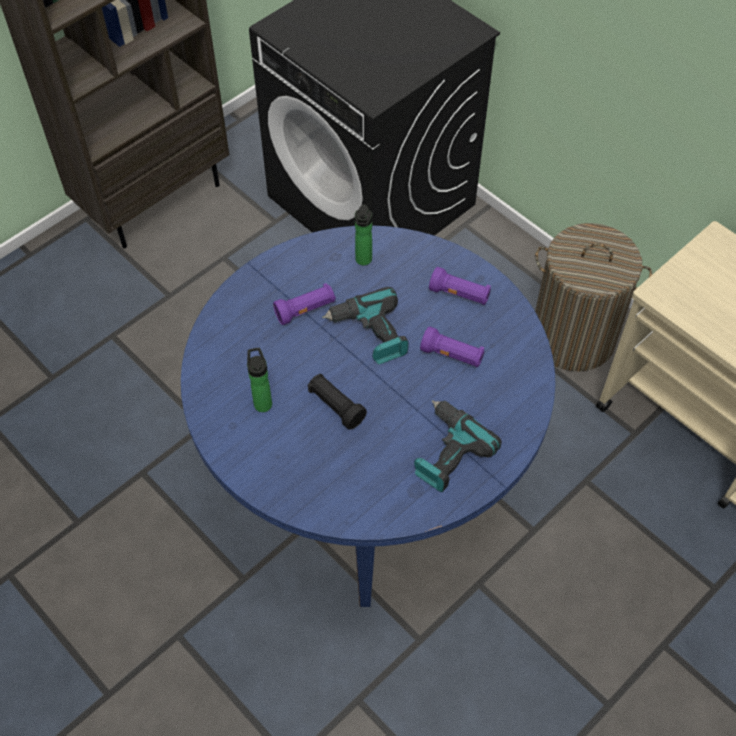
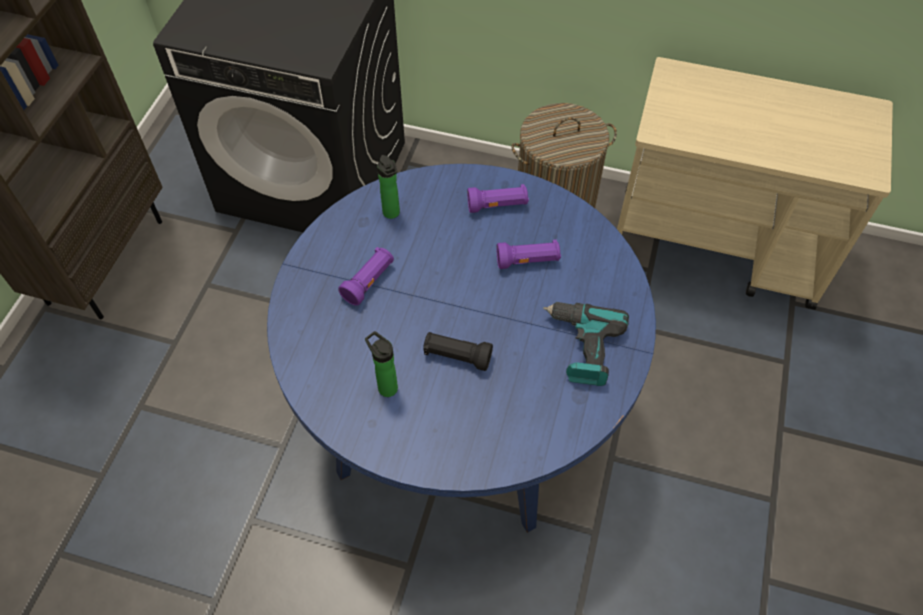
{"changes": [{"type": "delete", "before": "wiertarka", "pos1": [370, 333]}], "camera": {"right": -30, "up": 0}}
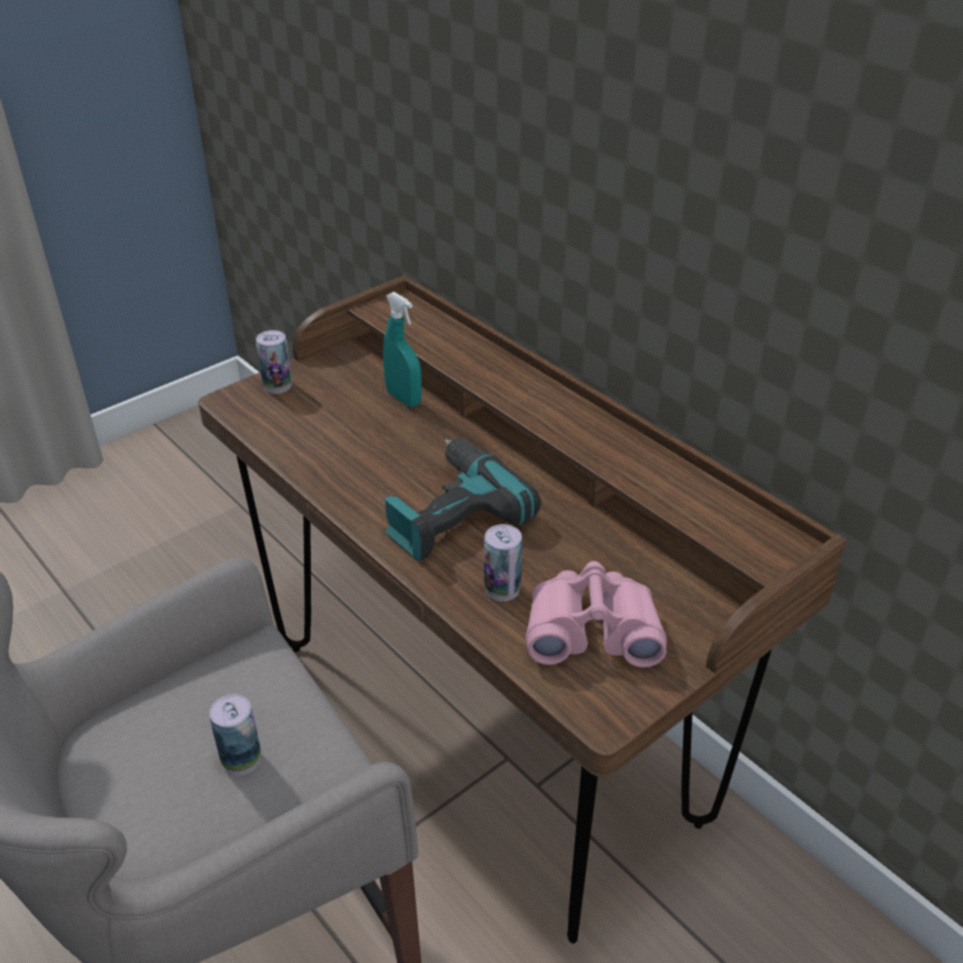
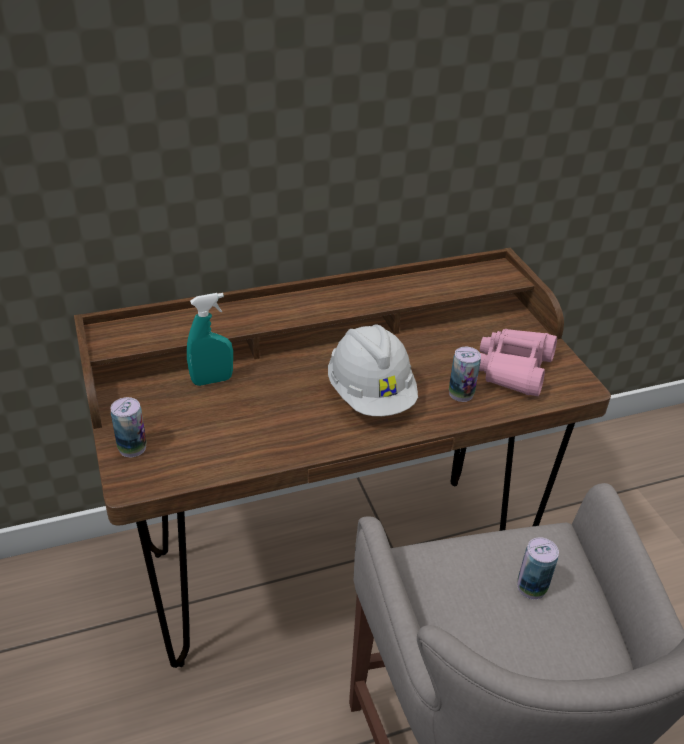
{"changes": [{"type": "replace", "before": "wiertarka", "after": "kask/biały", "pos1": [450, 513], "pos2": [371, 395]}], "camera": {"right": -70, "up": 0}}
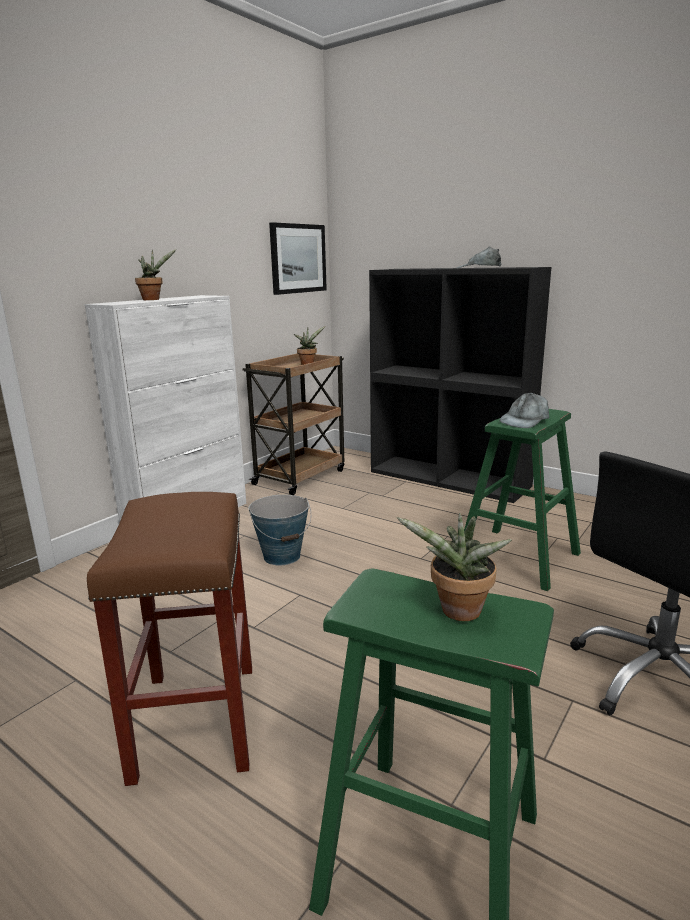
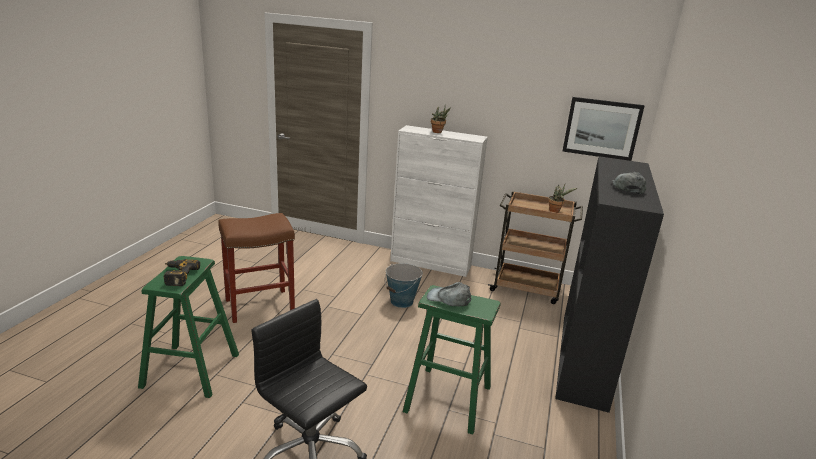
{"changes": [{"type": "replace", "before": "roślina doniczkowa", "after": "wiertarka", "pos1": [457, 613], "pos2": [177, 276]}], "camera": {"right": 70, "up": 5}}
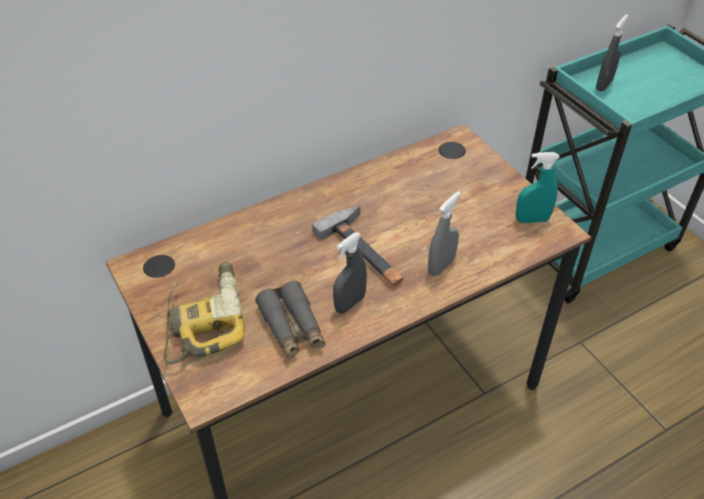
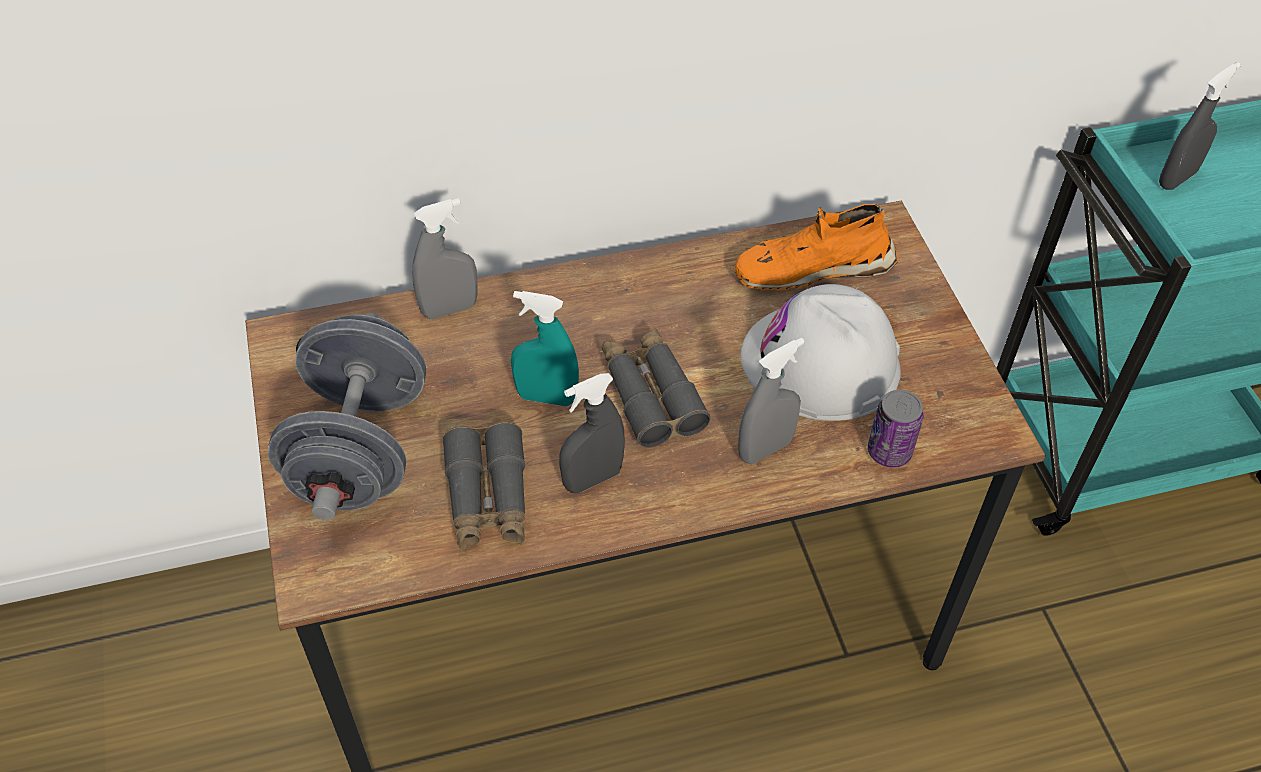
{"changes": [{"type": "replace", "before": "wiertarka", "after": "hantel/szary", "pos1": [204, 318], "pos2": [359, 450]}, {"type": "insert", "after": "spryskiwacz/szary", "pos2": [449, 309]}, {"type": "move", "before": "spryskiwacz/turkusowy", "pos1": [532, 220], "pos2": [546, 397]}, {"type": "replace", "before": "młotek", "after": "lornetka/szary", "pos1": [366, 251], "pos2": [651, 395]}, {"type": "insert", "after": "but/pomarańczowy", "pos2": [812, 268]}, {"type": "insert", "after": "kask/biały", "pos2": [820, 363]}, {"type": "insert", "after": "puszka", "pos2": [889, 451]}], "camera": {"right": 15, "up": 5}}
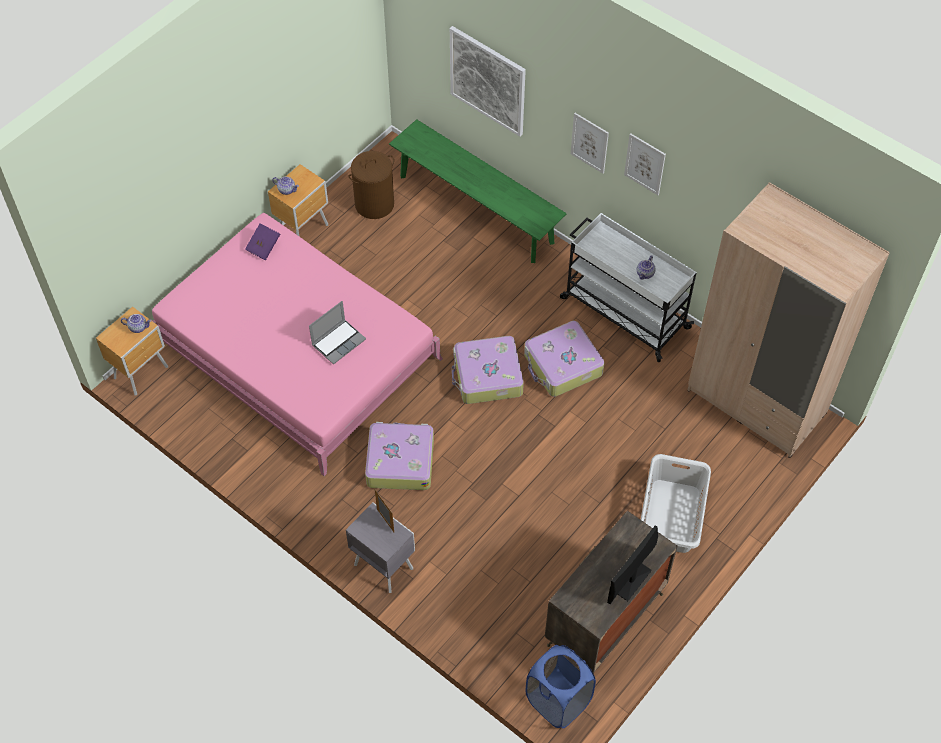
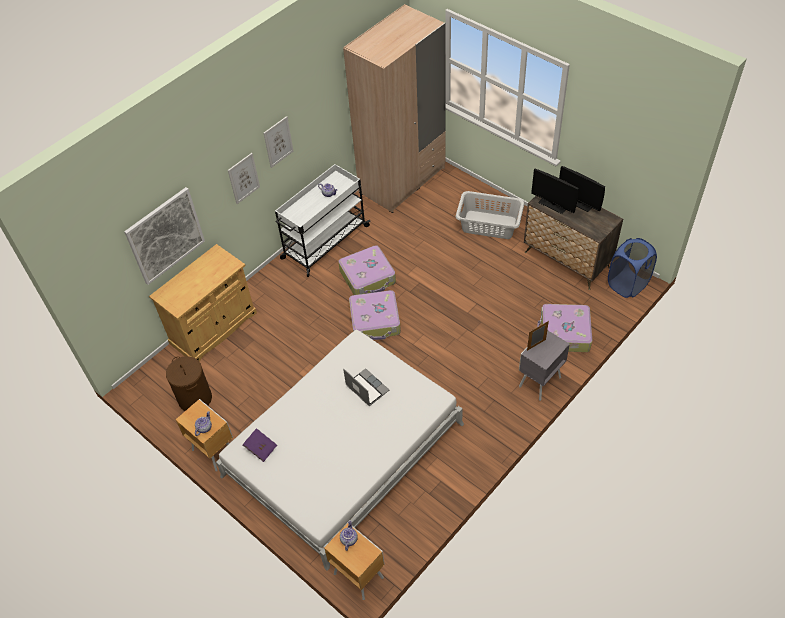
{"changes": [{"type": "replace", "before": "ławka/zielony", "after": "szafka/beżowy", "pos1": [476, 209], "pos2": [214, 328]}, {"type": "recolor", "before": "łóżko/różowy", "after": "łóżko/biały", "pos1": [296, 351], "pos2": [343, 450]}, {"type": "insert", "after": "monitor", "pos2": [553, 204]}, {"type": "move", "before": "walizka", "pos1": [399, 461], "pos2": [564, 333]}], "camera": {"right": -85, "up": -5}}
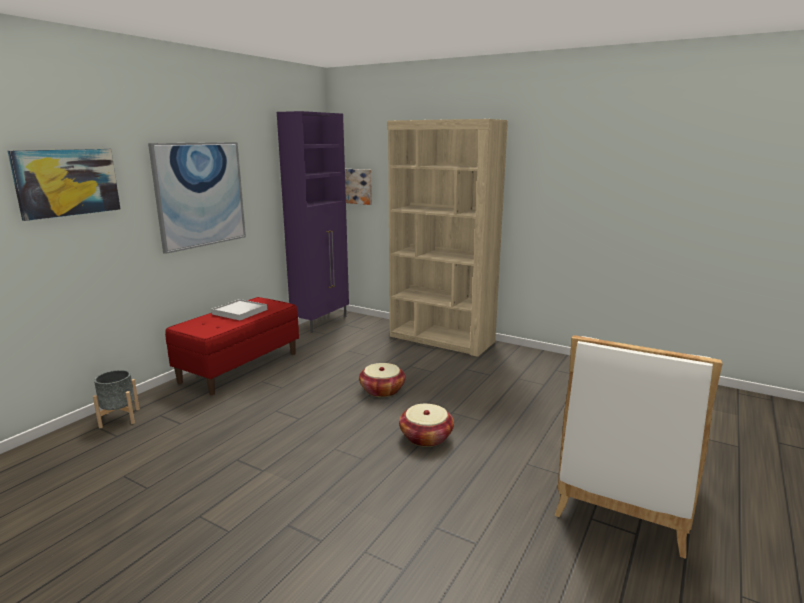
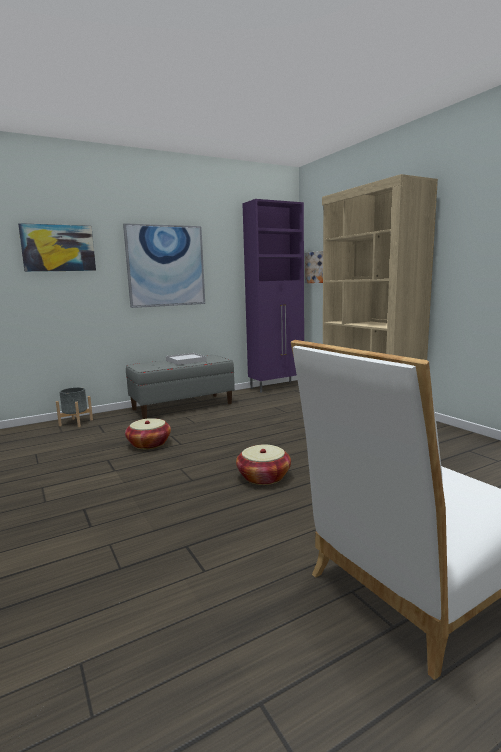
{"changes": [{"type": "move", "before": "koszyk", "pos1": [382, 390], "pos2": [149, 444]}, {"type": "recolor", "before": "ławka/czerwony", "after": "ławka/szary", "pos1": [240, 367], "pos2": [182, 406]}], "camera": {"right": 30, "up": -5}}
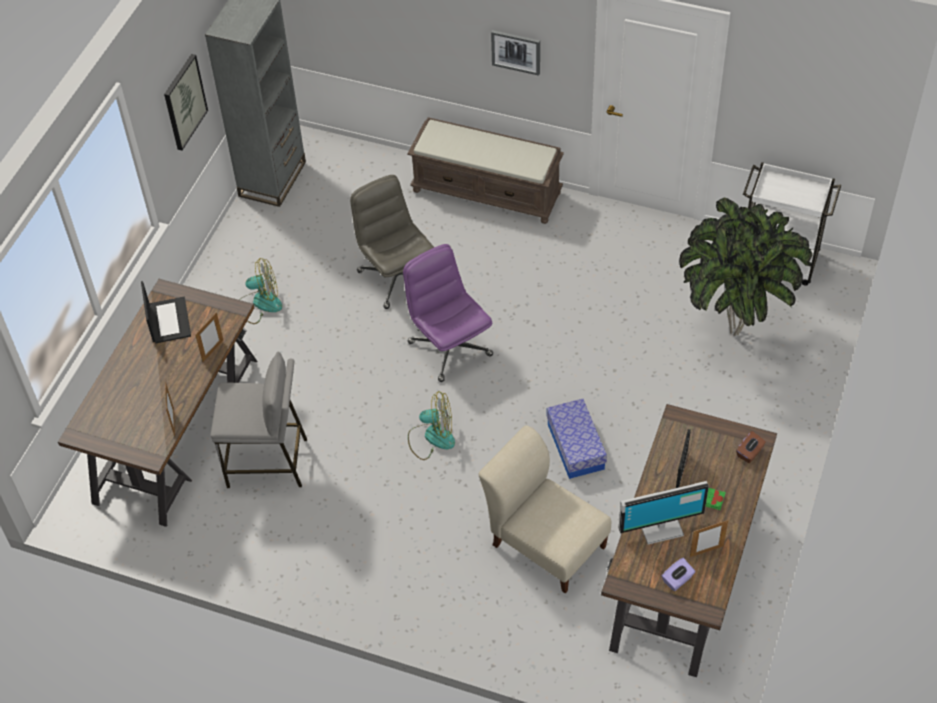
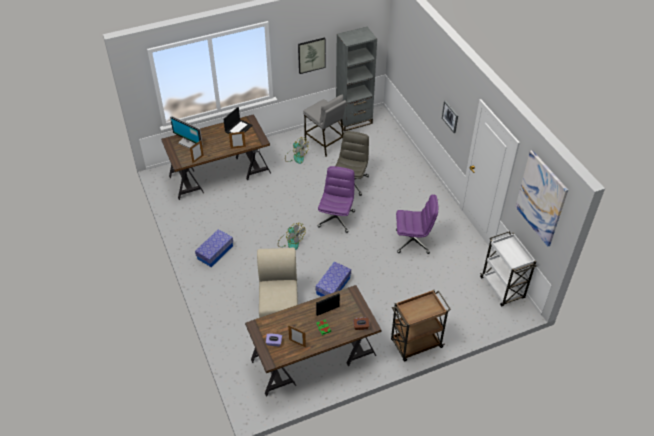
{"changes": [{"type": "move", "before": "monitor", "pos1": [660, 527], "pos2": [188, 142]}, {"type": "insert", "after": "pojemnik do przechowywania", "pos2": [215, 252]}, {"type": "move", "before": "stołek/szary", "pos1": [267, 463], "pos2": [324, 143]}, {"type": "insert", "after": "wózek/brązowy", "pos2": [415, 344]}, {"type": "insert", "after": "krzesło biurowe/fioletowy", "pos2": [413, 241]}, {"type": "insert", "after": "obraz", "pos2": [541, 198]}, {"type": "delete", "before": "ławka/brązowy", "pos1": [487, 191]}, {"type": "delete", "before": "roślina doniczkowa", "pos1": [732, 332]}], "camera": {"right": 45, "up": -5}}
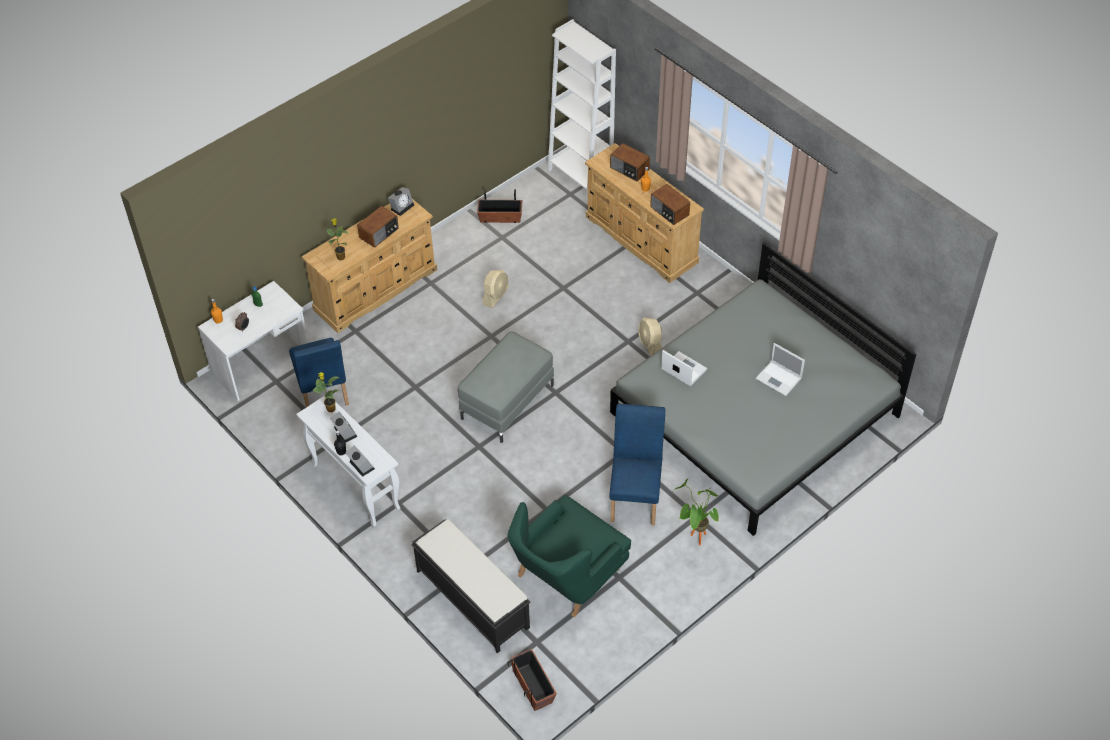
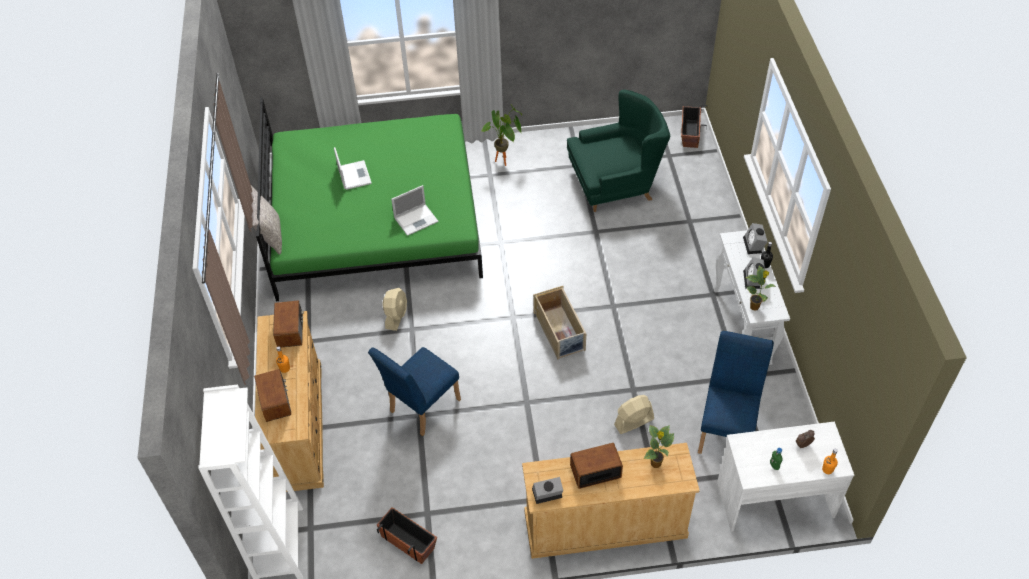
{"changes": [{"type": "insert", "after": "poduszka/szary", "pos2": [270, 235]}, {"type": "recolor", "before": "łóżko/szary", "after": "łóżko/zielony", "pos1": [755, 414], "pos2": [374, 218]}, {"type": "move", "before": "krzesło/niebieski", "pos1": [635, 496], "pos2": [421, 408]}, {"type": "rotate", "before": "laptop", "pos1": [683, 369], "pos2": [417, 219], "turn": -105}, {"type": "replace", "before": "pufa/szary", "after": "pojemnik do przechowywania/beżowy", "pos1": [507, 401], "pos2": [560, 332]}, {"type": "move", "before": "wentylator/beżowy", "pos1": [496, 296], "pos2": [633, 422]}, {"type": "delete", "before": "ławka/czarny", "pos1": [472, 598]}], "camera": {"right": -145, "up": 0}}
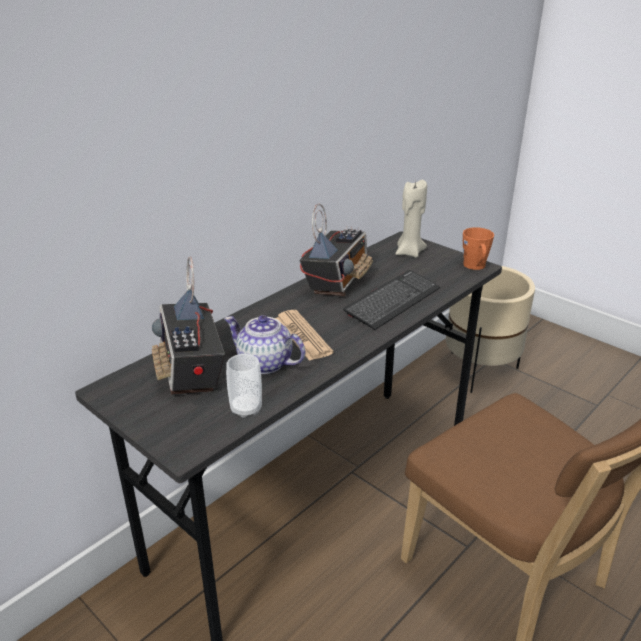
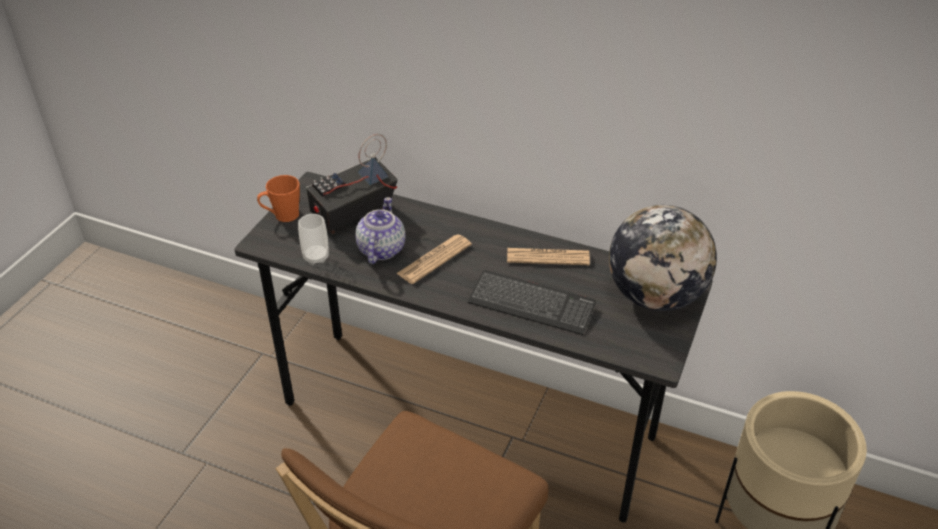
{"changes": [{"type": "move", "before": "kubek/pomarańczowy", "pos1": [475, 267], "pos2": [282, 215]}, {"type": "replace", "before": "radio", "after": "gazeta", "pos1": [337, 282], "pos2": [548, 257]}, {"type": "replace", "before": "świeca/beżowy", "after": "globus", "pos1": [409, 252], "pos2": [655, 296]}], "camera": {"right": 70, "up": 10}}
